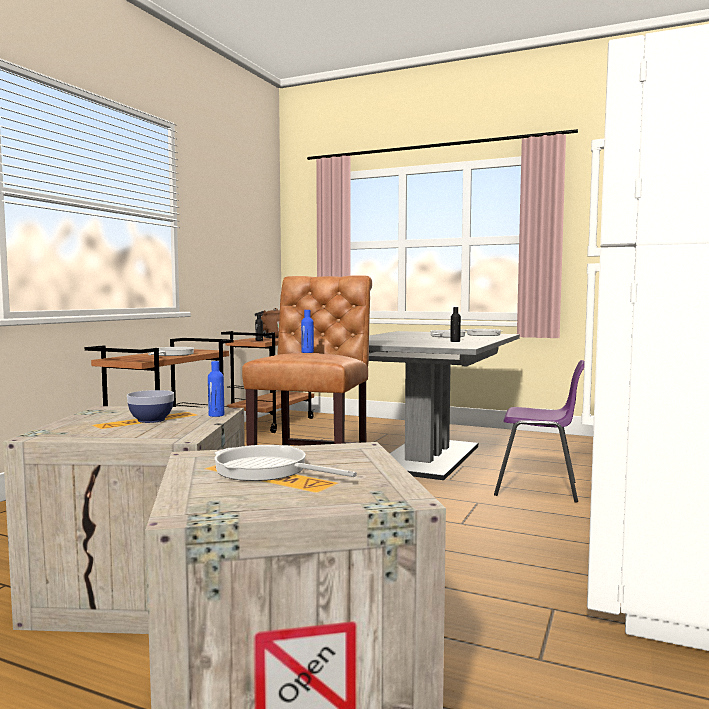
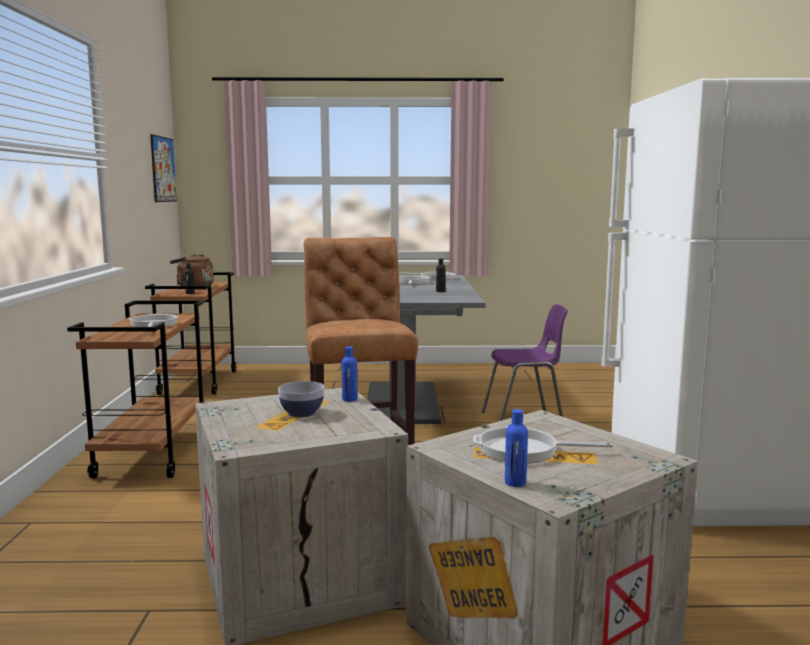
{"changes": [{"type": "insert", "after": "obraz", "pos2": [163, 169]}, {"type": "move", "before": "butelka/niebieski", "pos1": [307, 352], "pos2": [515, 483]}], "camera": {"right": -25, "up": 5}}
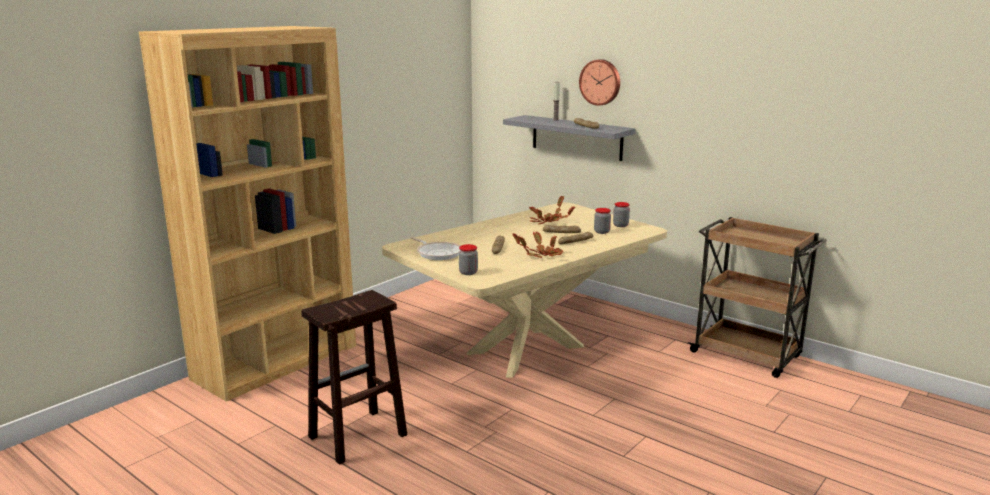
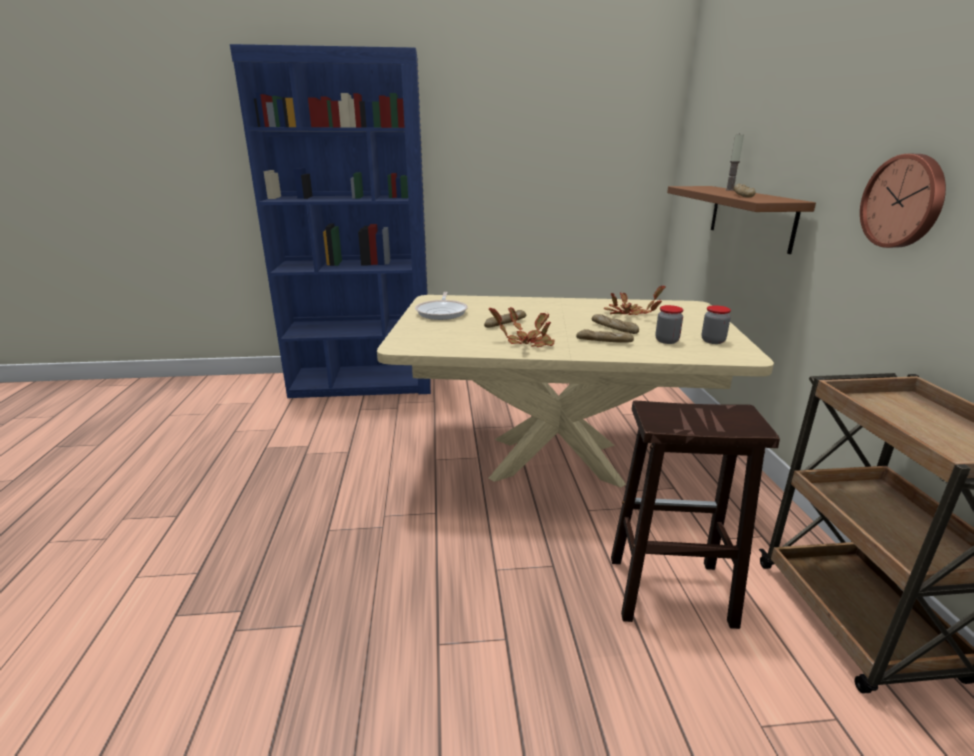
{"changes": [{"type": "recolor", "before": "regał/brązowy", "after": "regał/niebieski", "pos1": [277, 361], "pos2": [363, 383]}, {"type": "move", "before": "stołek/brązowy", "pos1": [356, 437], "pos2": [668, 591]}, {"type": "recolor", "before": "półka/szary", "after": "półka/brązowy", "pos1": [576, 137], "pos2": [751, 217]}, {"type": "move", "before": "zegar ścienny", "pos1": [600, 82], "pos2": [904, 201]}, {"type": "delete", "before": "słoik", "pos1": [468, 272]}], "camera": {"right": 45, "up": 5}}
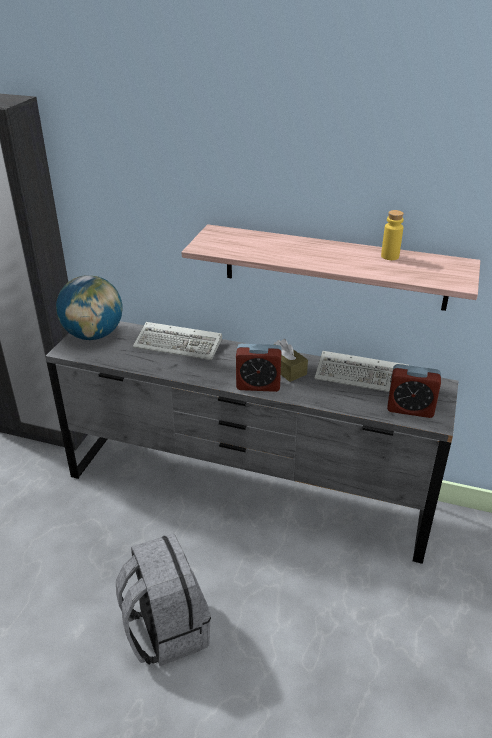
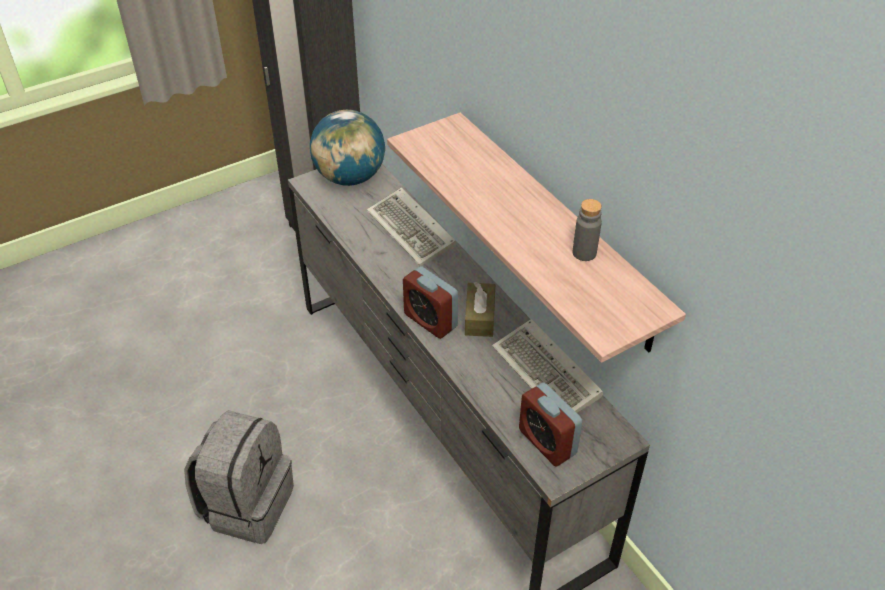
{"changes": [{"type": "recolor", "before": "butelka/żółty", "after": "butelka/szary", "pos1": [390, 256], "pos2": [584, 253]}], "camera": {"right": 40, "up": 10}}
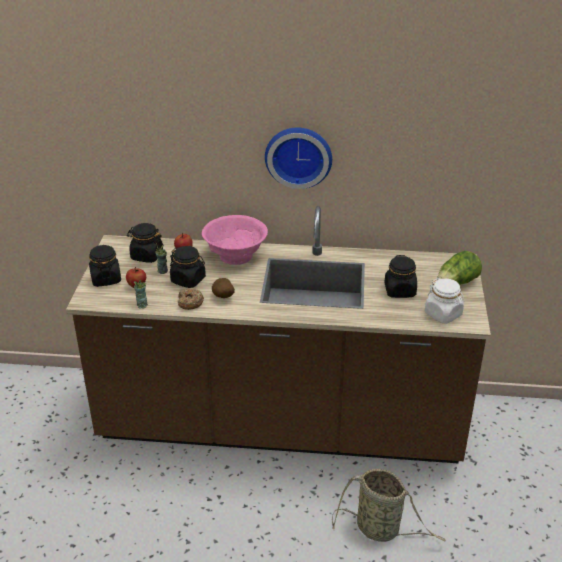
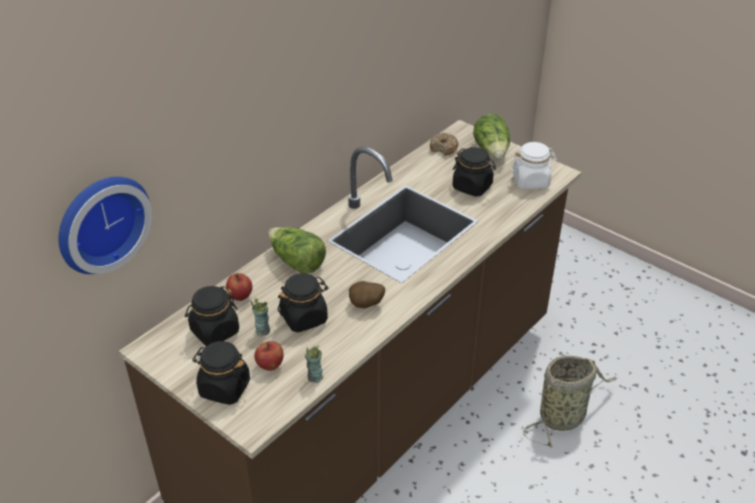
{"changes": [{"type": "move", "before": "zegar ścienny", "pos1": [298, 155], "pos2": [100, 221]}, {"type": "replace", "before": "miska/różowy", "after": "sałata", "pos1": [235, 256], "pos2": [296, 262]}, {"type": "move", "before": "donut", "pos1": [190, 303], "pos2": [444, 148]}], "camera": {"right": -55, "up": 5}}
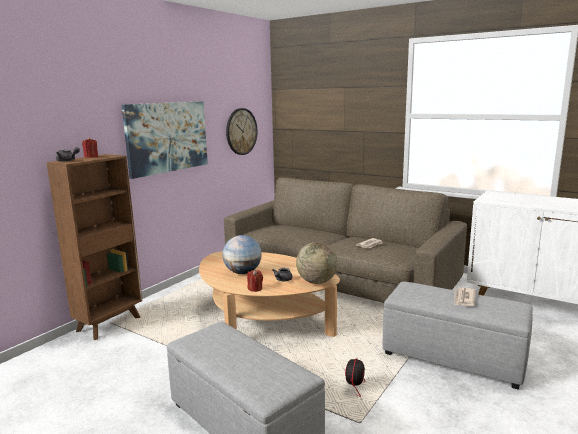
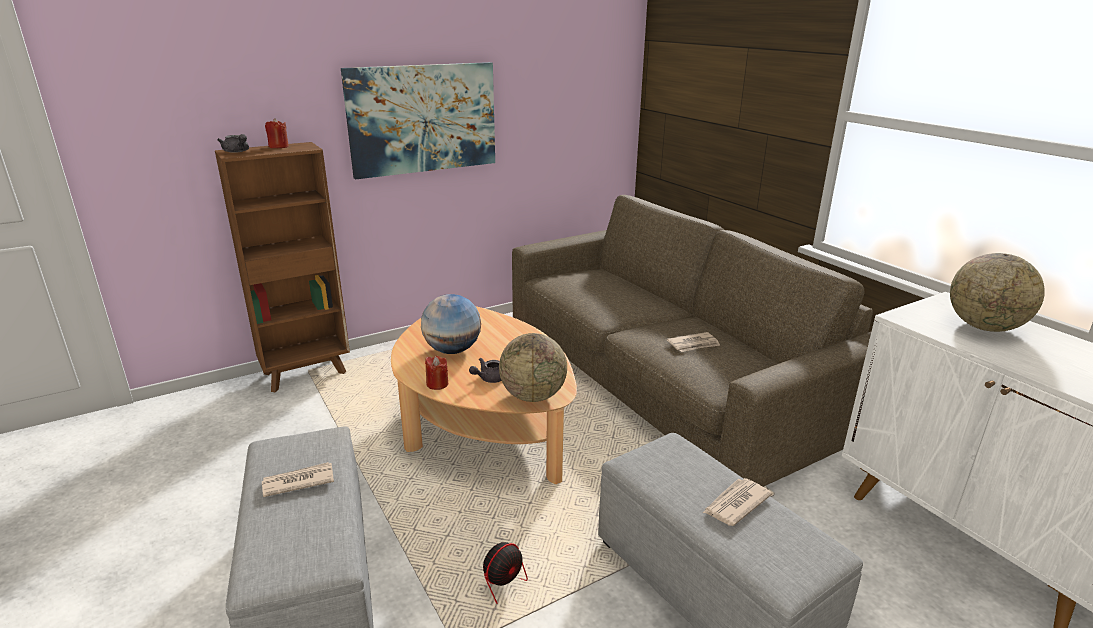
{"changes": [{"type": "insert", "after": "gazeta", "pos2": [297, 482]}, {"type": "insert", "after": "globus", "pos2": [984, 327]}, {"type": "delete", "before": "zegar ścienny", "pos1": [241, 131]}], "camera": {"right": 25, "up": 10}}
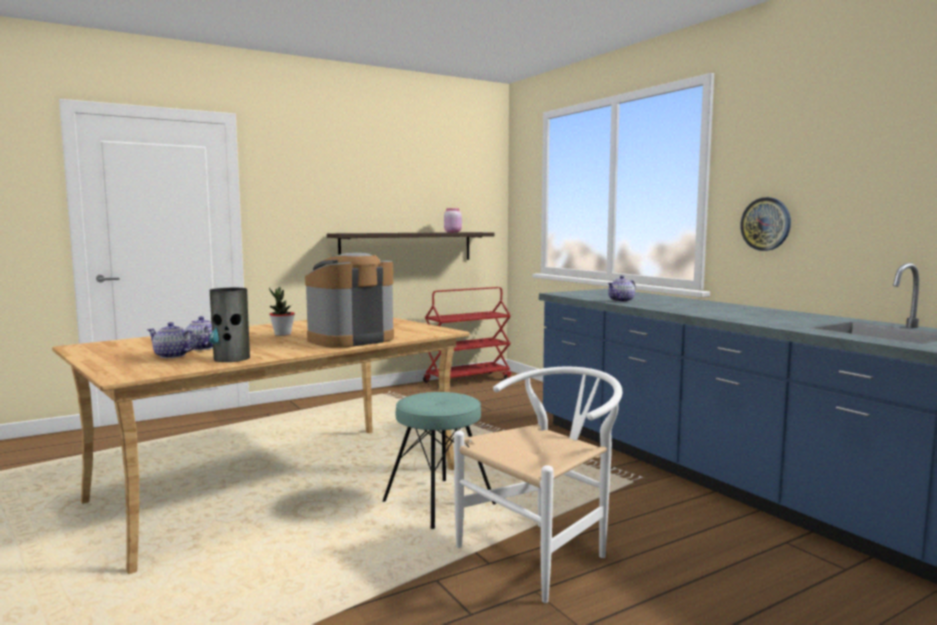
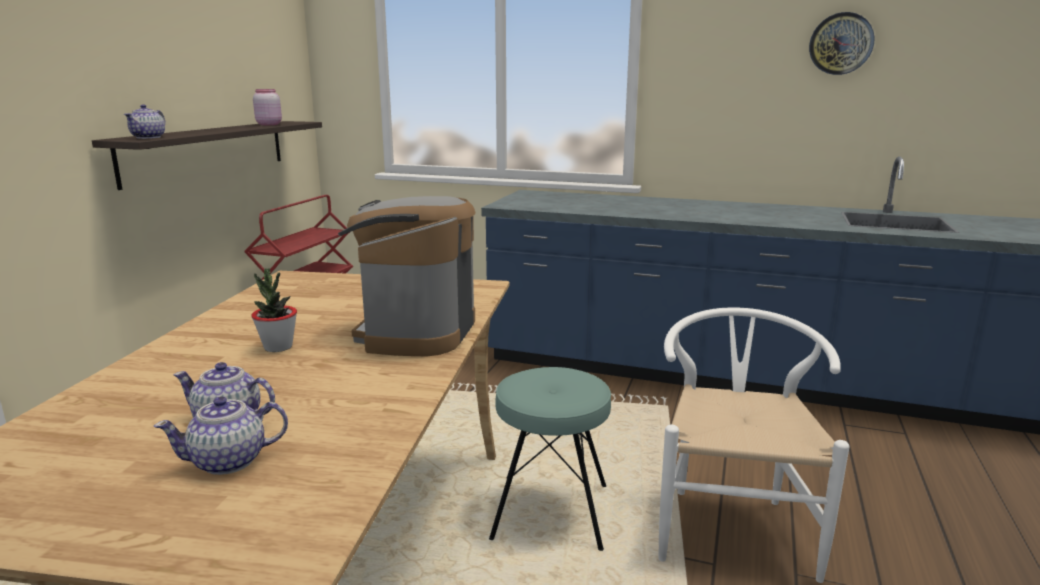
{"changes": [{"type": "move", "before": "imbryk", "pos1": [621, 301], "pos2": [149, 137]}, {"type": "move", "before": "zegar ścienny", "pos1": [766, 224], "pos2": [841, 44]}, {"type": "delete", "before": "wazon", "pos1": [231, 358]}], "camera": {"right": -40, "up": 10}}
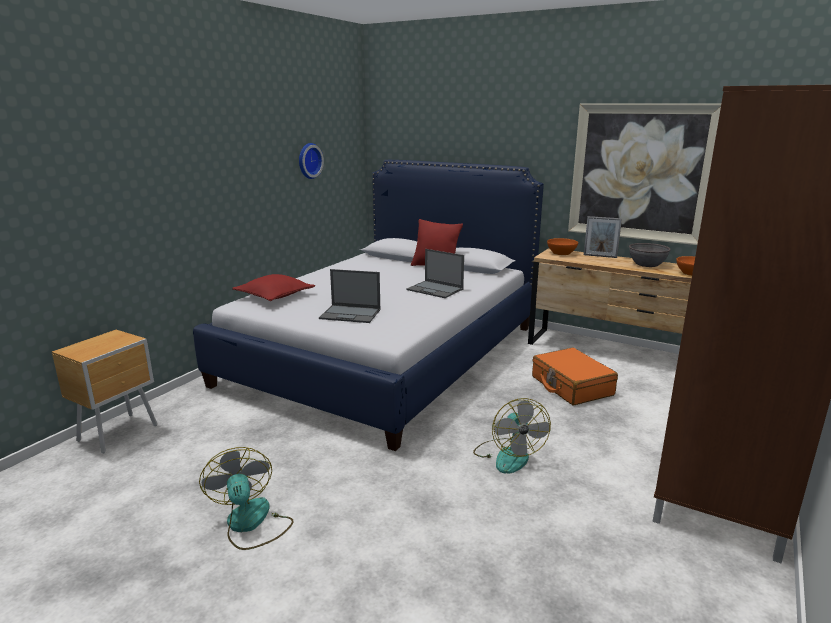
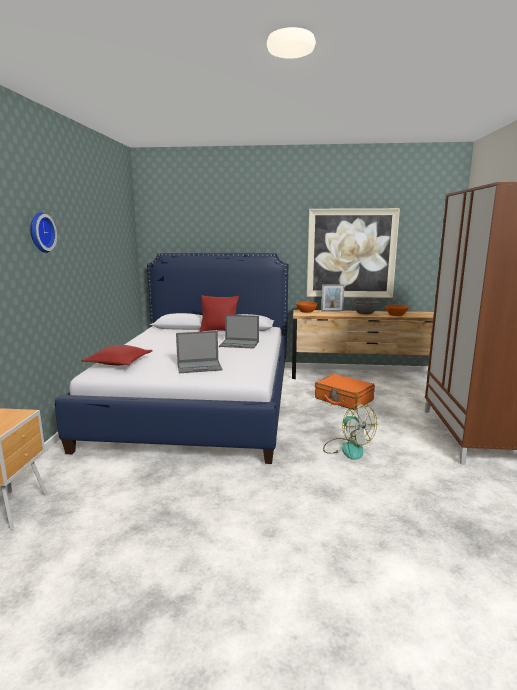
{"changes": [{"type": "move", "before": "zegar ścienny", "pos1": [308, 161], "pos2": [40, 232]}, {"type": "delete", "before": "wentylator", "pos1": [251, 524]}], "camera": {"right": -25, "up": -5}}
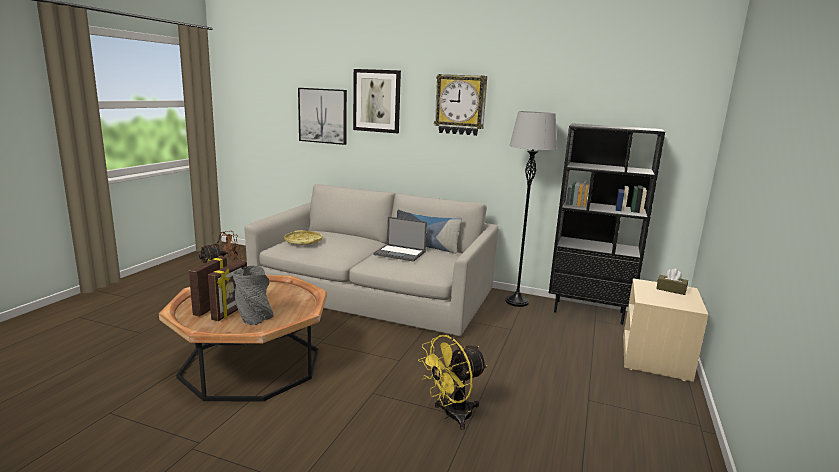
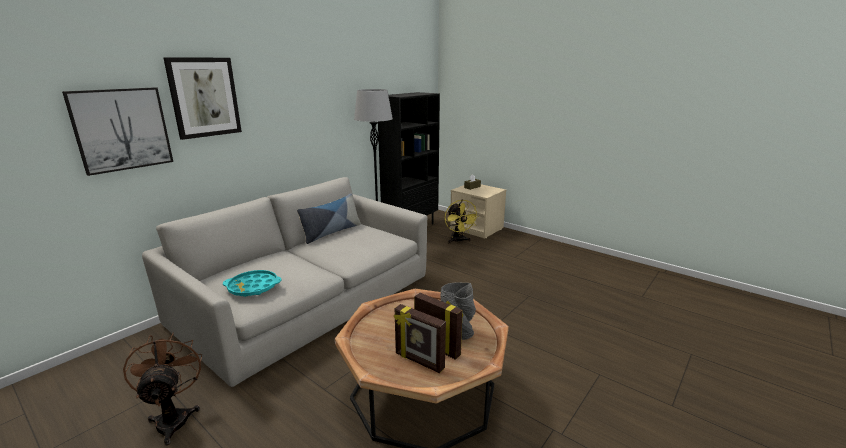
{"changes": [{"type": "recolor", "before": "taca/żółty", "after": "taca/turkusowy", "pos1": [303, 241], "pos2": [253, 287]}, {"type": "move", "before": "wentylator/żółty", "pos1": [451, 416], "pos2": [458, 241]}, {"type": "delete", "before": "laptop", "pos1": [400, 253]}, {"type": "delete", "before": "zegar ścienny", "pos1": [460, 105]}], "camera": {"right": -70, "up": 5}}
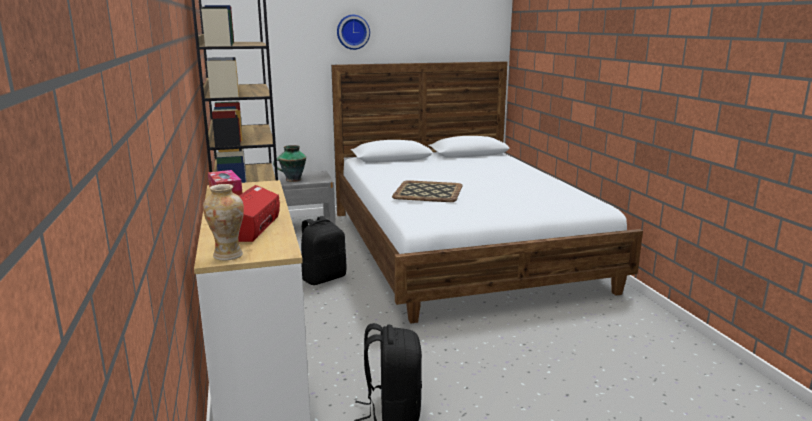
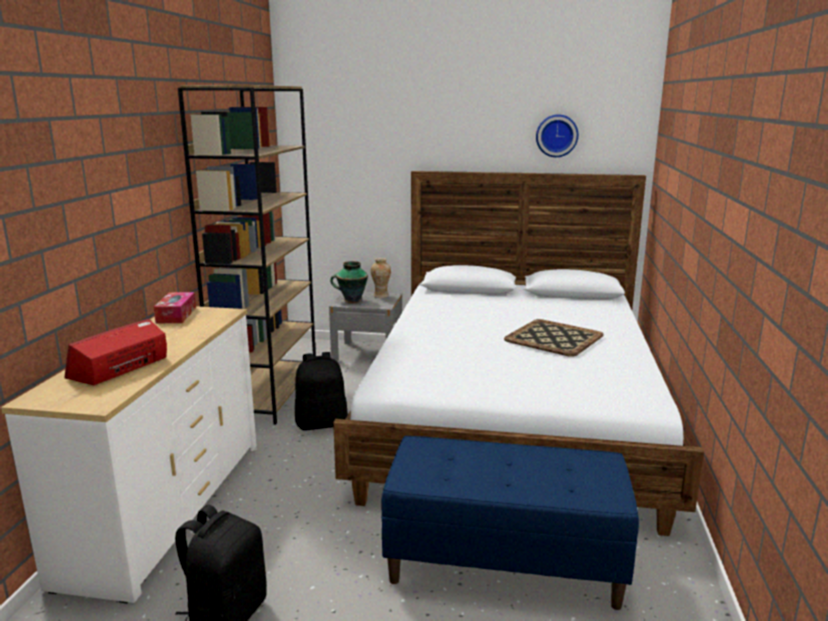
{"changes": [{"type": "move", "before": "wazon", "pos1": [228, 255], "pos2": [381, 296]}, {"type": "insert", "after": "ławka/niebieski", "pos2": [505, 562]}, {"type": "move", "before": "taca", "pos1": [427, 192], "pos2": [552, 338]}, {"type": "move", "before": "zegar ścienny", "pos1": [353, 32], "pos2": [556, 135]}], "camera": {"right": 25, "up": 0}}
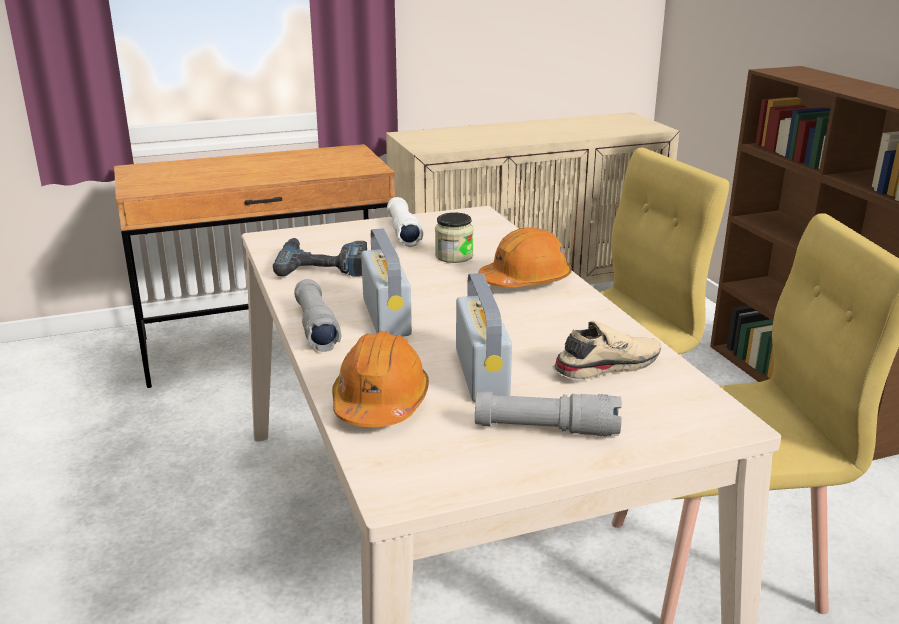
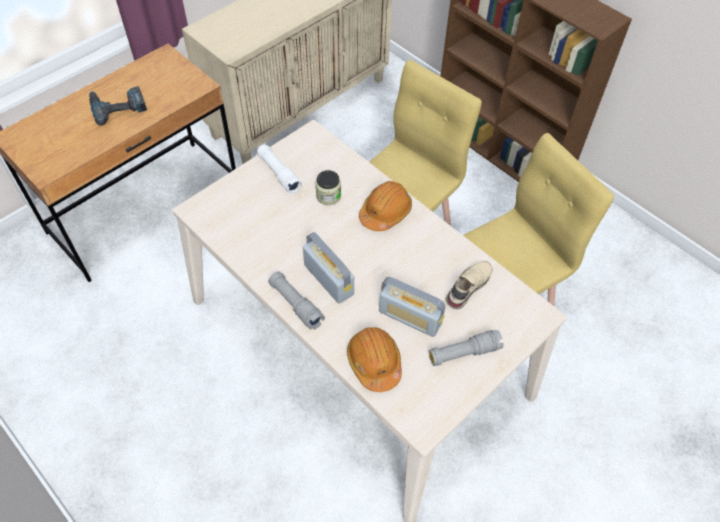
{"changes": [{"type": "move", "before": "wiertarka", "pos1": [322, 265], "pos2": [118, 106]}, {"type": "rotate", "before": "radio", "pos1": [481, 374], "pos2": [410, 317], "turn": 150}], "camera": {"right": -25, "up": 30}}
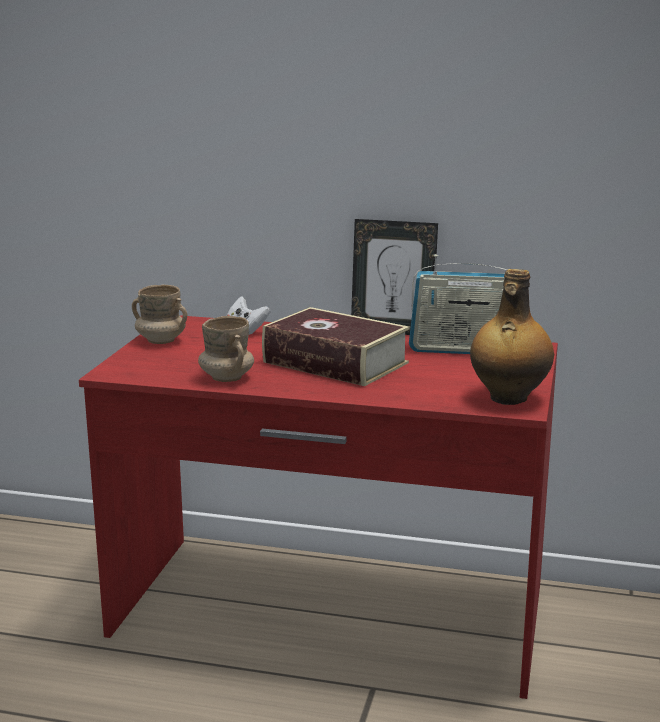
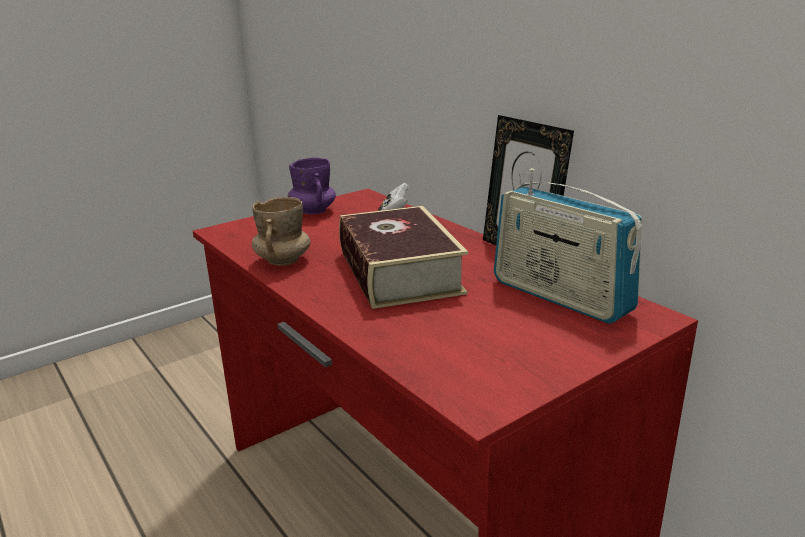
{"changes": [{"type": "recolor", "before": "kubek/beżowy", "after": "kubek/fioletowy", "pos1": [160, 341], "pos2": [313, 211]}, {"type": "delete", "before": "butelka", "pos1": [508, 398]}], "camera": {"right": 40, "up": 5}}
